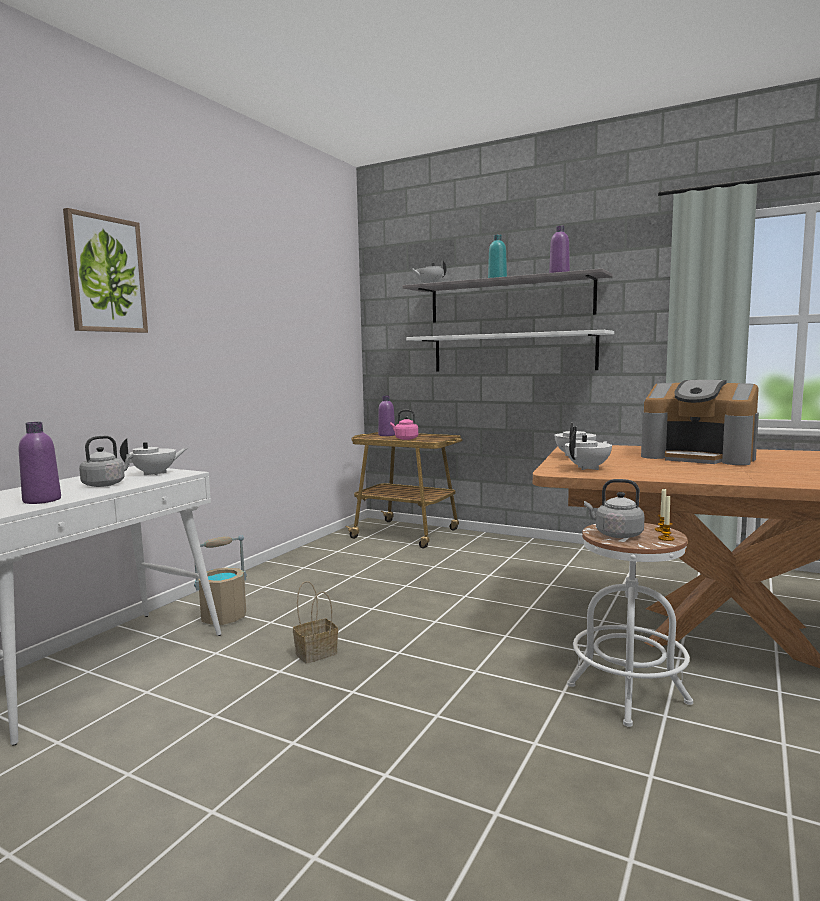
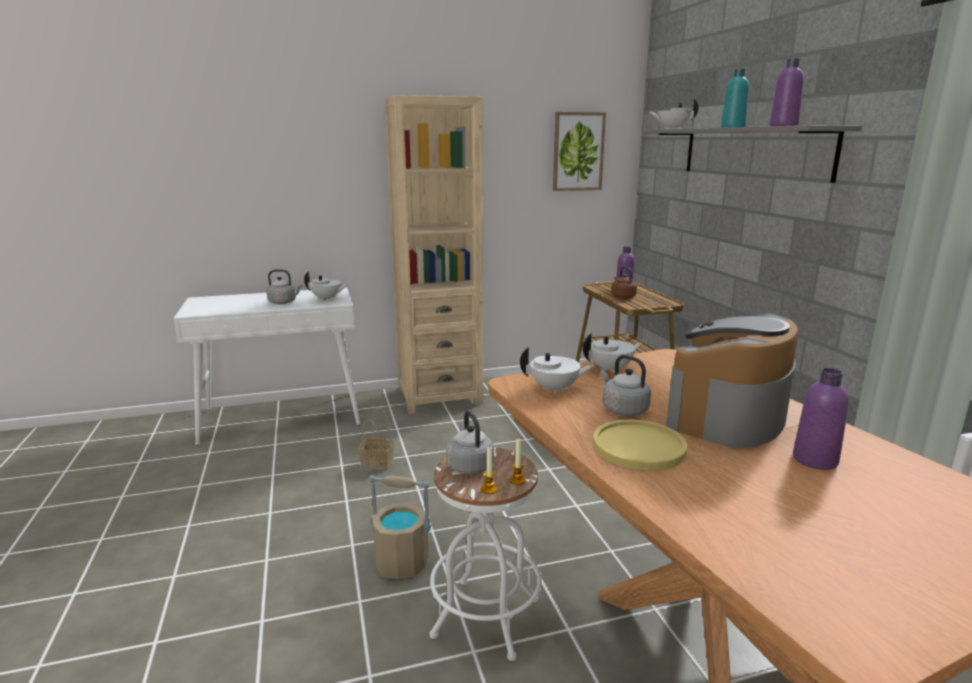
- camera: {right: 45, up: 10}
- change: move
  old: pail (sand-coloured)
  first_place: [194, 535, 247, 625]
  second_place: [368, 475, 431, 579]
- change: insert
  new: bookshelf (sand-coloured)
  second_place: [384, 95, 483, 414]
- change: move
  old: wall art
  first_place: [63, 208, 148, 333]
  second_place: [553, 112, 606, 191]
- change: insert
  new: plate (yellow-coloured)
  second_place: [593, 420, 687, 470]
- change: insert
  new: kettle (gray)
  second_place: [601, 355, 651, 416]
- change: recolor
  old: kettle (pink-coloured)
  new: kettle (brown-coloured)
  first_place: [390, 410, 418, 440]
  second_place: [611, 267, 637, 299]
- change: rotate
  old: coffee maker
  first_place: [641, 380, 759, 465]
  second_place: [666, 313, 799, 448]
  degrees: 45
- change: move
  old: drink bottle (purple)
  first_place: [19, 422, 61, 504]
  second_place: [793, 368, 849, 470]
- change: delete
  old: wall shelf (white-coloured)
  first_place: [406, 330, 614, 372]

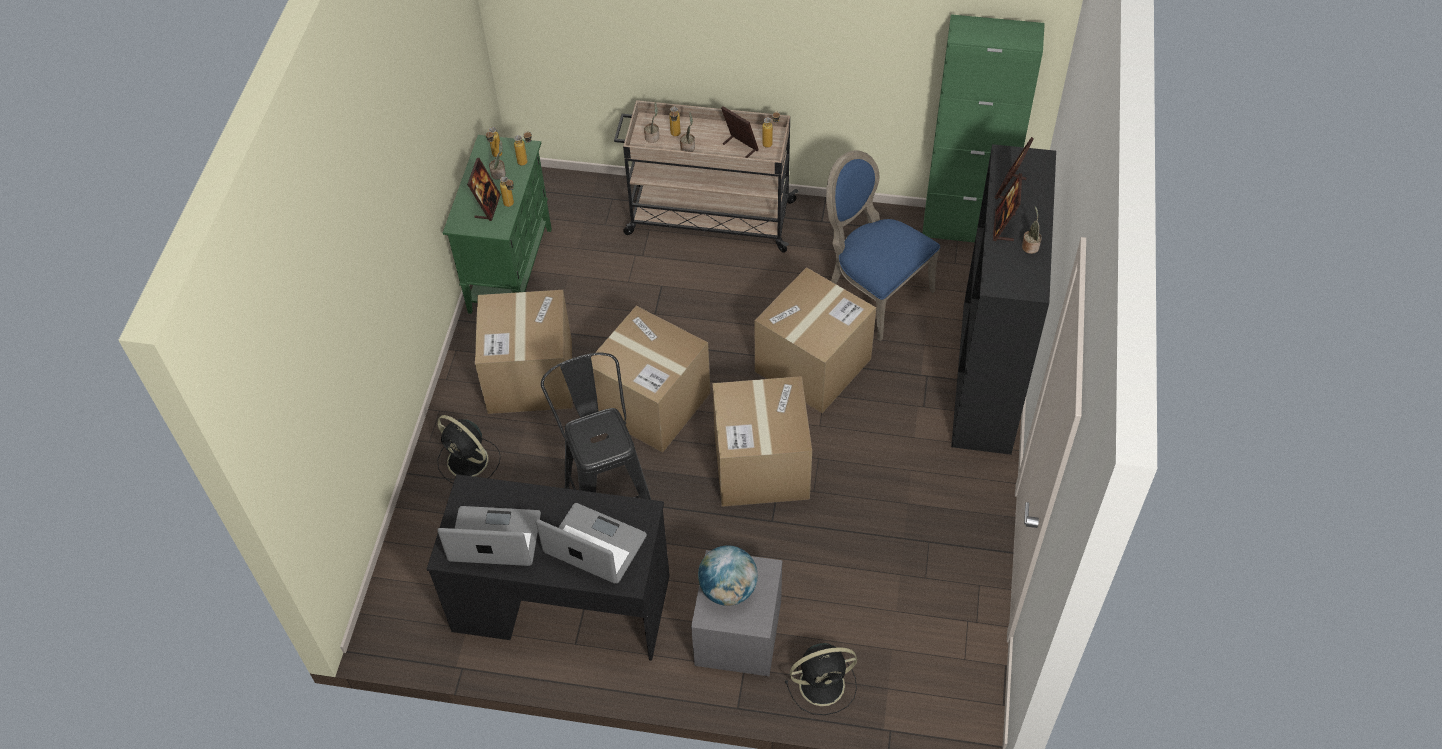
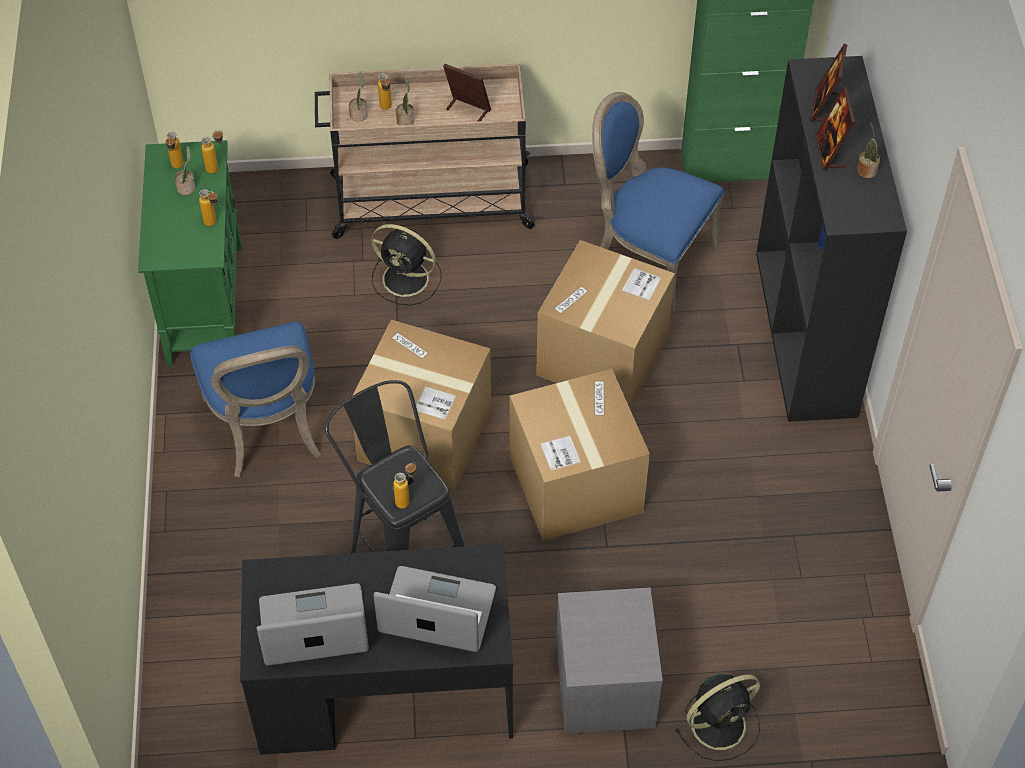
- camera: {right: -15, up: 0}
- change: replace
  old: cardboard box
  new: upright chair (bluish)
  first_place: [475, 290, 572, 414]
  second_place: [190, 322, 321, 477]
- change: move
  old: fan (black-coloured)
  first_place: [437, 415, 501, 484]
  second_place: [372, 224, 442, 306]
- change: move
  old: drink bottle
  first_place: [762, 111, 780, 148]
  second_place: [393, 463, 416, 509]
- change: delete
  old: picture frame
  first_place: [467, 158, 501, 221]
- change: delete
  old: world globe
  first_place: [698, 545, 758, 606]

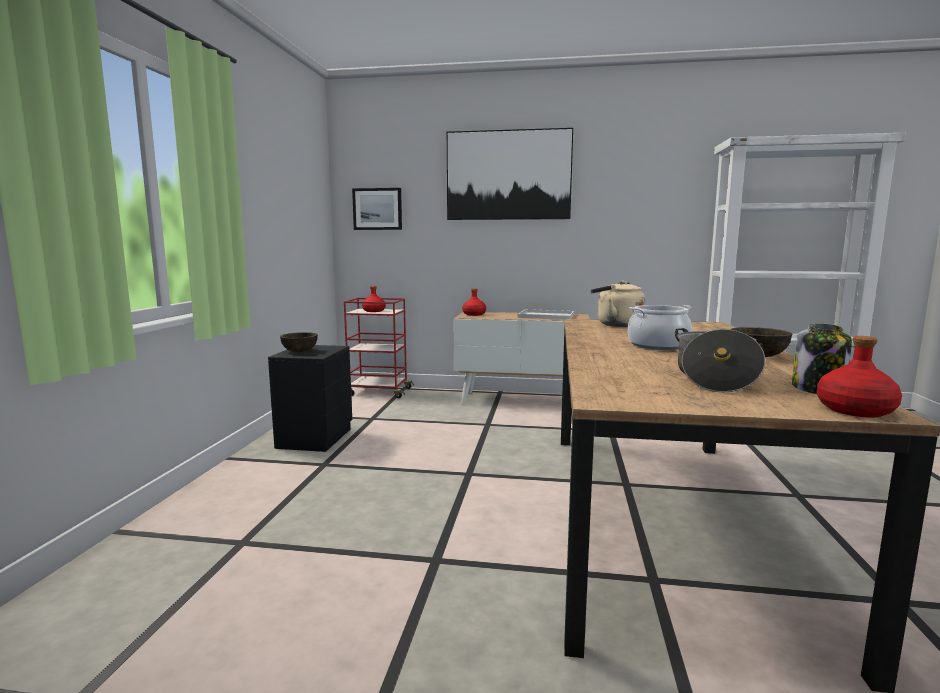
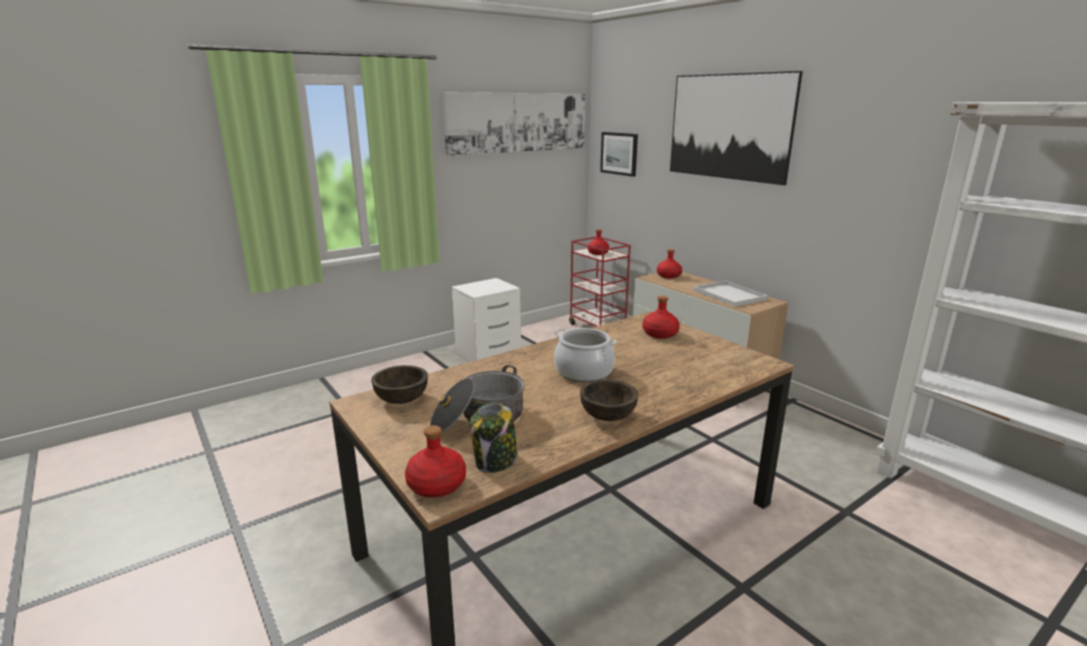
- camera: {right: 45, up: 10}
- change: move
  old: bowl (brown-coloured)
  first_place: [280, 332, 318, 352]
  second_place: [371, 365, 428, 404]
- change: insert
  new: wall art
  second_place: [442, 93, 585, 156]
- change: recolor
  old: bedside table (black-coloured)
  new: bedside table (white-coloured)
  first_place: [268, 345, 352, 452]
  second_place: [452, 278, 521, 362]
- change: replace
  old: kettle (sand-coloured)
  new: drink bottle (red-coloured)
  first_place: [591, 281, 645, 327]
  second_place: [642, 296, 680, 339]

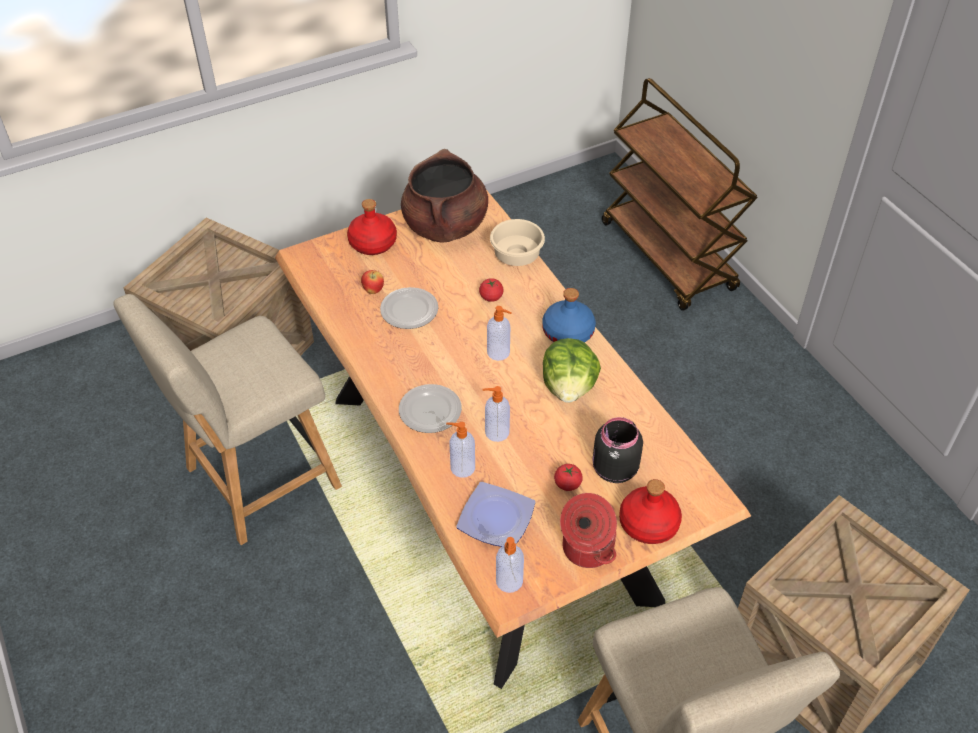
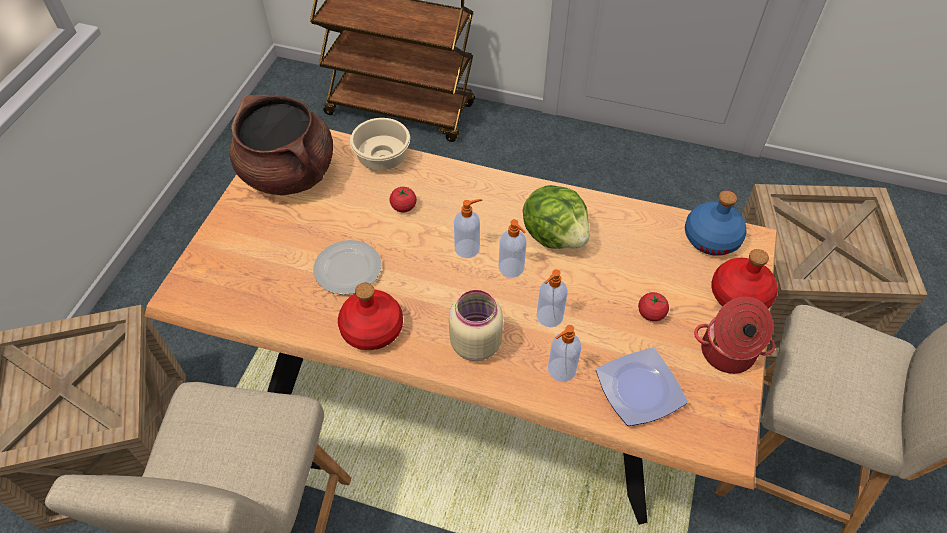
- camera: {right: -45, up: 5}
- change: move
  old: drink bottle (red-coloured)
  first_place: [347, 199, 397, 255]
  second_place: [338, 283, 403, 350]
- change: replace
  old: plate
  new: jar (sand-coloured)
  first_place: [399, 384, 462, 433]
  second_place: [449, 290, 503, 361]
- change: move
  old: soap bottle
  first_place: [496, 537, 524, 593]
  second_place: [499, 219, 527, 278]
- change: move
  old: drink bottle (bluish)
  first_place: [542, 288, 596, 342]
  second_place: [685, 191, 746, 256]
- change: delete
  old: apple
  first_place: [361, 270, 384, 294]
- change: delete
  old: jar (black-coloured)
  first_place: [592, 417, 643, 483]

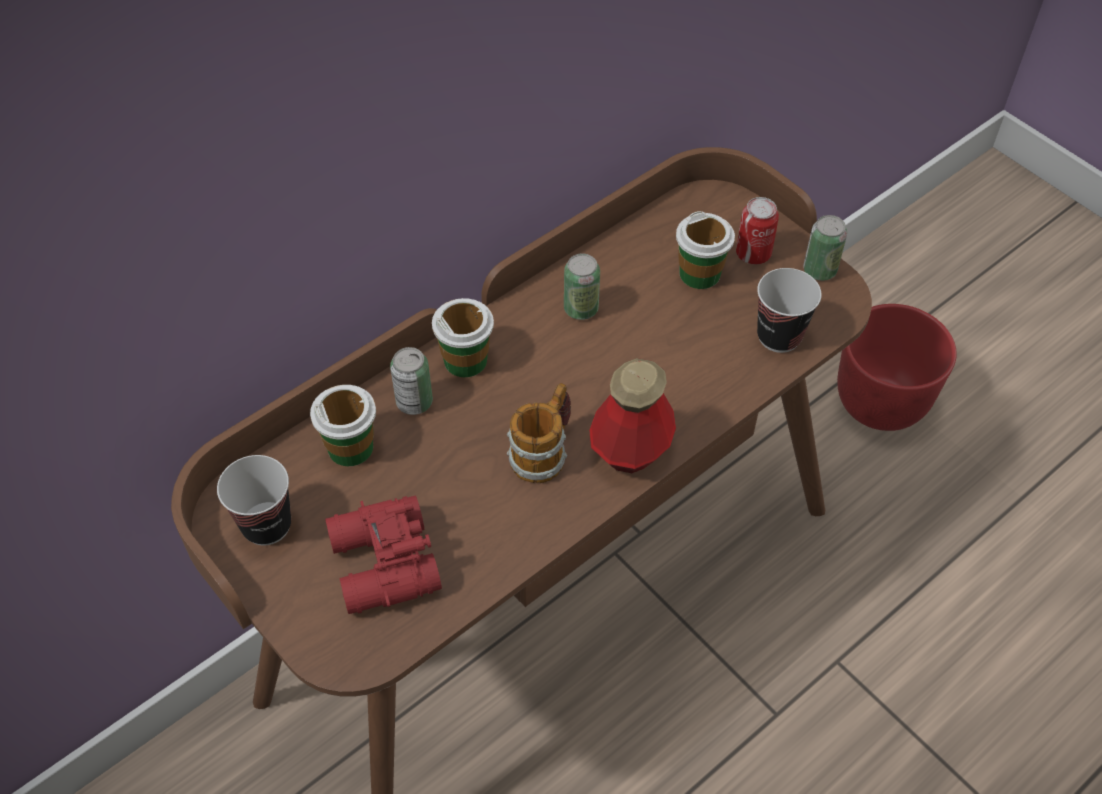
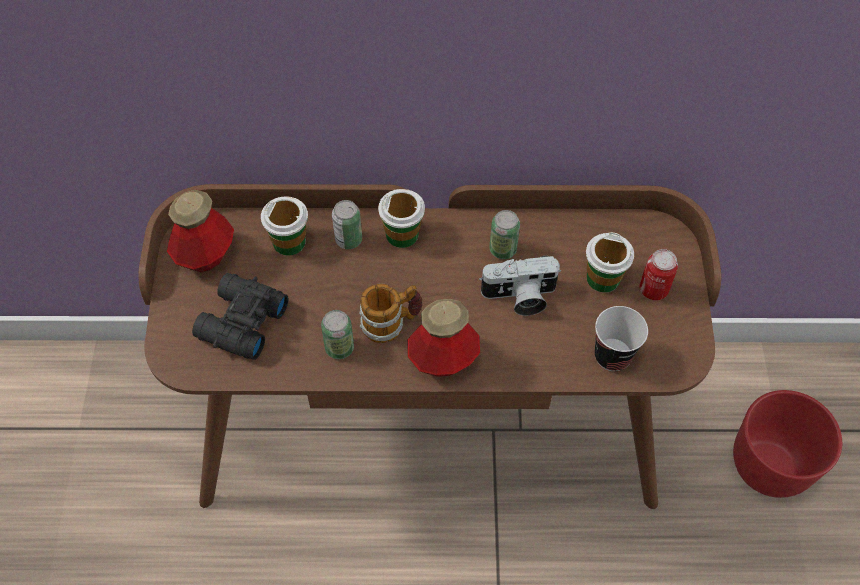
- camera: {right: 40, up: 5}
- change: replace
  old: small cup
  new: drink bottle
  first_place: [217, 455, 291, 546]
  second_place: [167, 189, 234, 272]
- change: recolor
  old: pair of binoculars (red-coloured)
  new: pair of binoculars (black-coloured)
  first_place: [325, 495, 442, 614]
  second_place: [192, 273, 288, 360]
- change: move
  old: sealed can
  first_place: [803, 215, 847, 281]
  second_place: [321, 310, 354, 359]
- change: insert
  new: photo camera
  second_place: [479, 255, 561, 316]

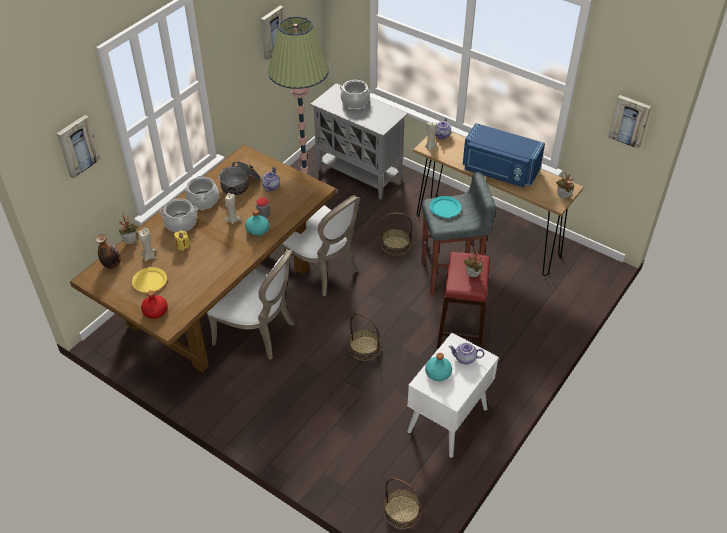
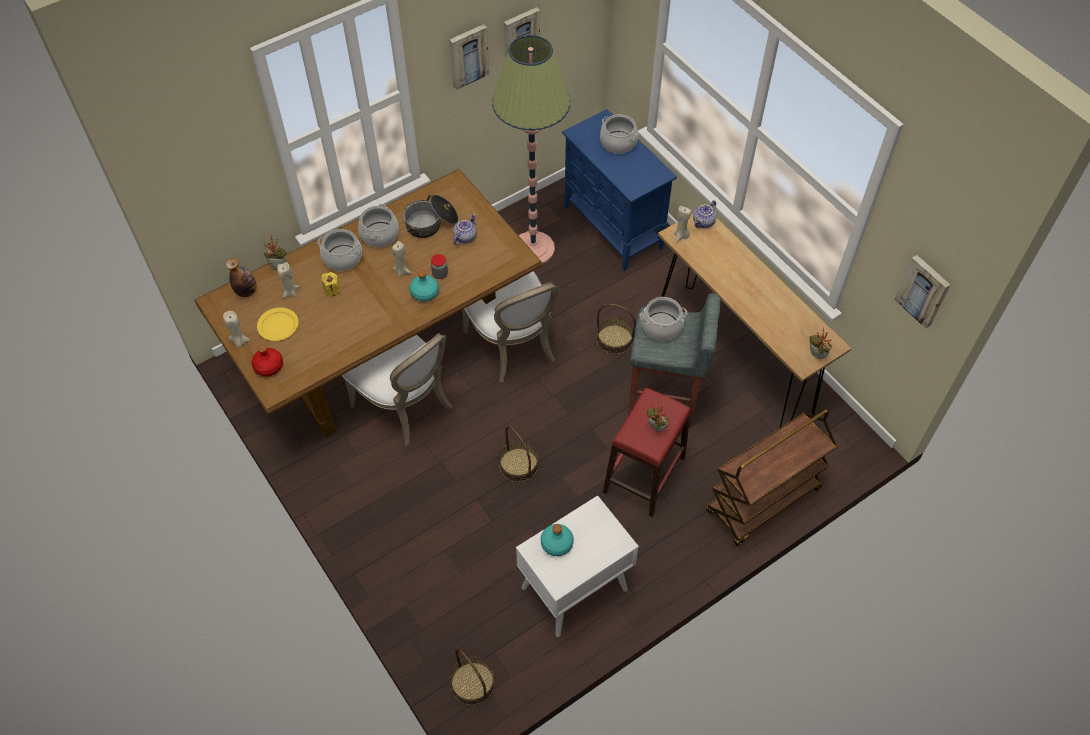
- camera: {right: 20, up: 10}
- change: insert
  new: wax light (sand-coloured)
  second_place: [223, 311, 250, 347]
- change: move
  old: wall art
  first_place: [57, 115, 100, 178]
  second_place: [449, 24, 489, 90]
- change: recolor
  old: cupboard (gray)
  new: cupboard (bluish)
  first_place: [310, 83, 408, 200]
  second_place: [562, 109, 677, 271]
- change: replace
  old: plate (turquoise)
  new: cooking pot
  first_place: [430, 196, 461, 218]
  second_place: [640, 297, 687, 341]
- change: insert
  new: wheeled cart (brown-coloured)
  second_place: [706, 409, 837, 546]
- change: delete
  old: pot for tea
  first_place: [449, 343, 484, 364]
- change: delete
  old: microwave oven (bluish)
  first_place: [463, 123, 545, 188]

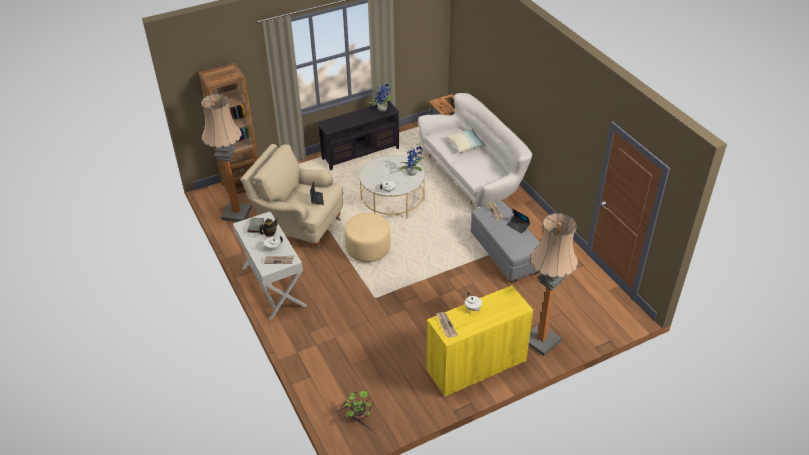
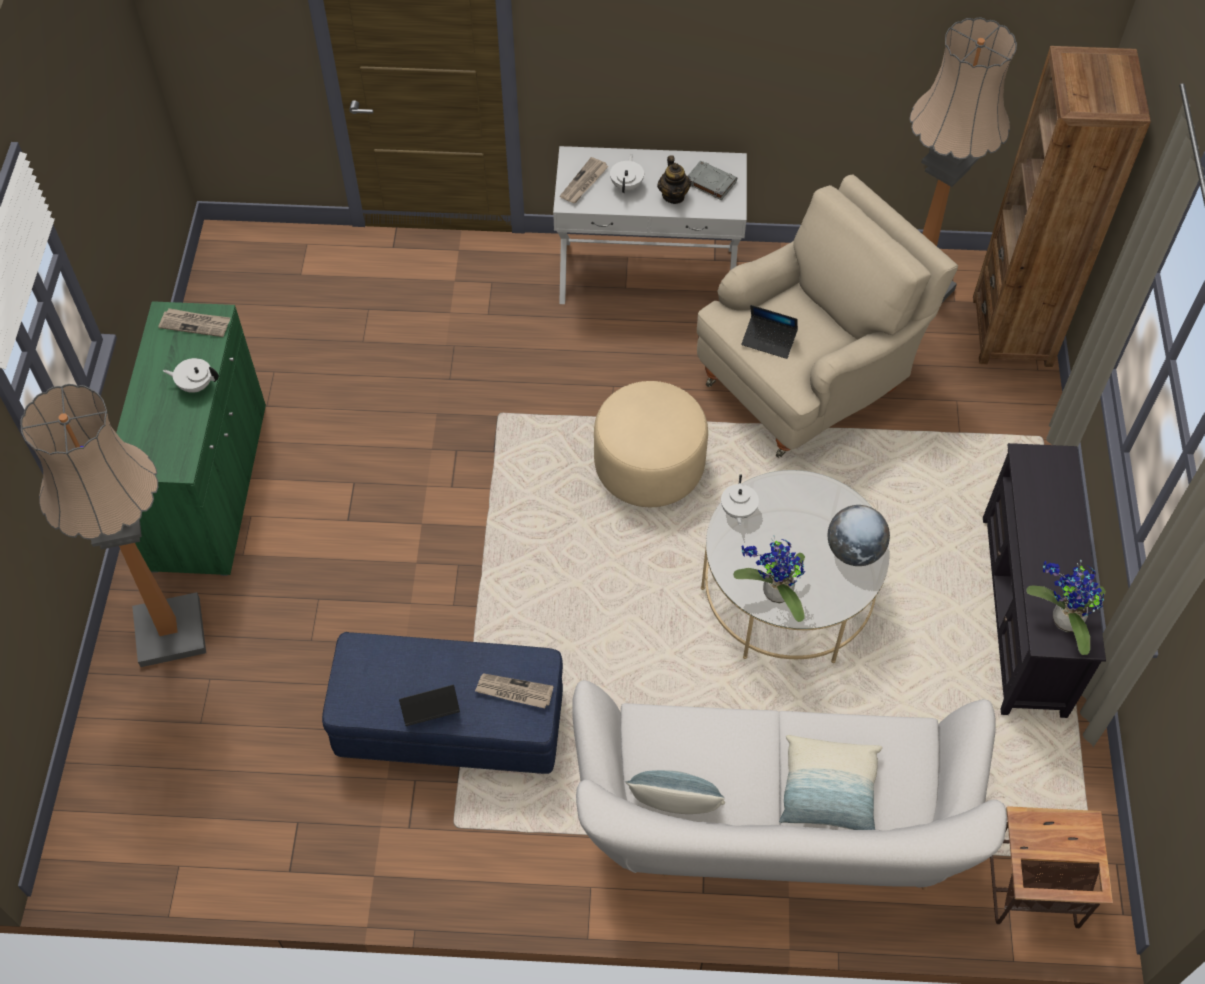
- camera: {right: 120, up: 15}
- change: recolor
  old: cupboard (yellow-coloured)
  new: cupboard (green)
  first_place: [426, 285, 533, 397]
  second_place: [116, 301, 266, 576]
- change: recolor
  old: footrest (gray)
  new: footrest (bluish)
  first_place: [471, 201, 540, 283]
  second_place: [322, 632, 563, 774]
- change: insert
  new: pillow
  second_place: [625, 770, 725, 814]
- change: insert
  new: world globe
  second_place: [828, 505, 890, 566]
- change: delete
  old: potted plant
  first_place: [339, 391, 374, 432]

